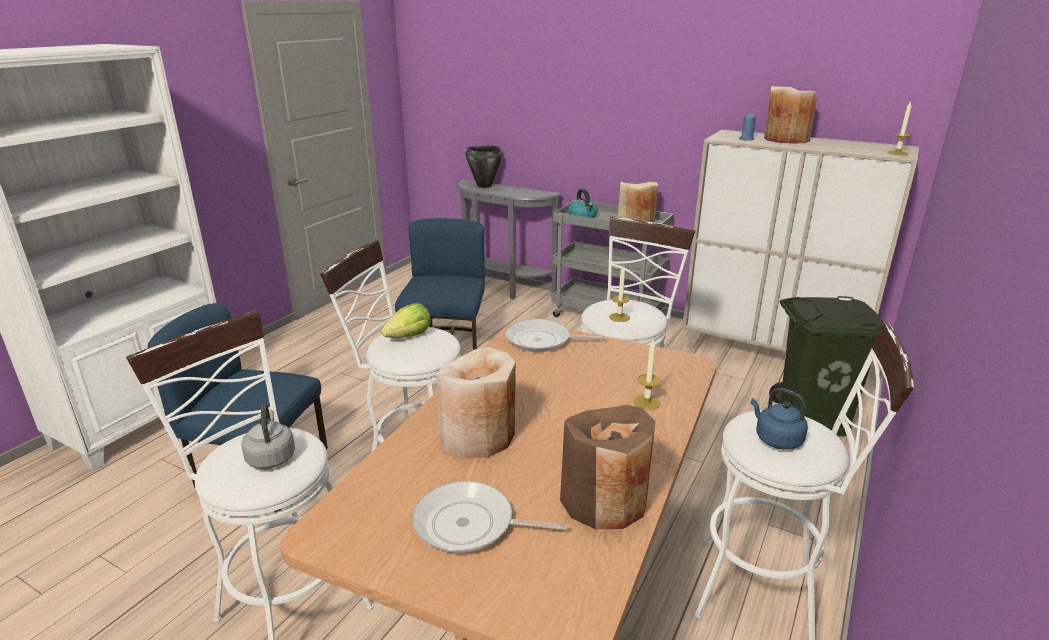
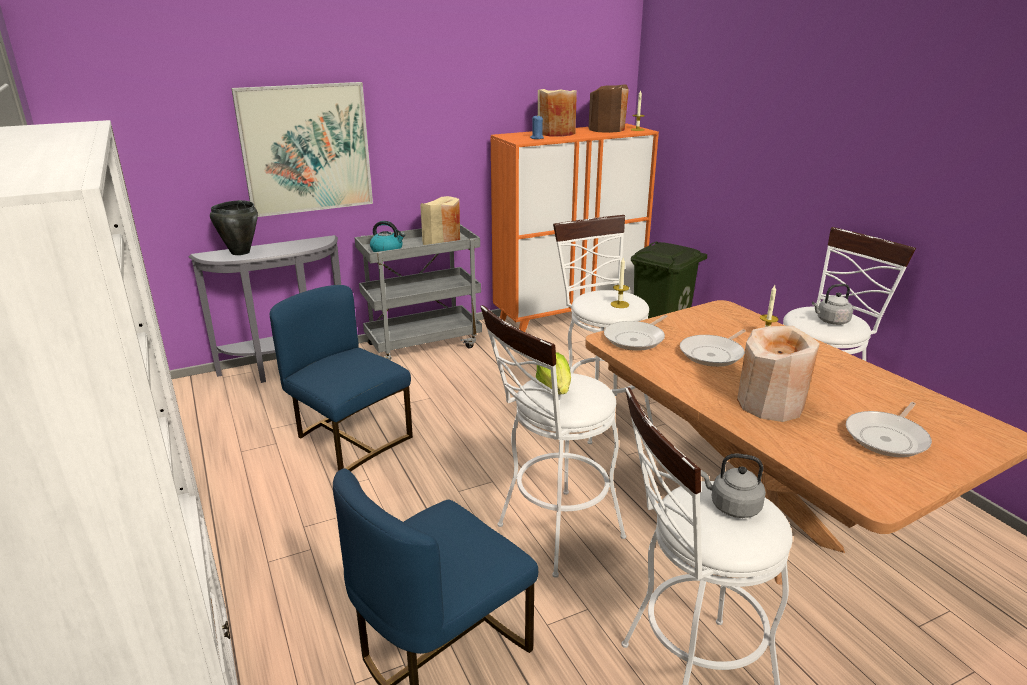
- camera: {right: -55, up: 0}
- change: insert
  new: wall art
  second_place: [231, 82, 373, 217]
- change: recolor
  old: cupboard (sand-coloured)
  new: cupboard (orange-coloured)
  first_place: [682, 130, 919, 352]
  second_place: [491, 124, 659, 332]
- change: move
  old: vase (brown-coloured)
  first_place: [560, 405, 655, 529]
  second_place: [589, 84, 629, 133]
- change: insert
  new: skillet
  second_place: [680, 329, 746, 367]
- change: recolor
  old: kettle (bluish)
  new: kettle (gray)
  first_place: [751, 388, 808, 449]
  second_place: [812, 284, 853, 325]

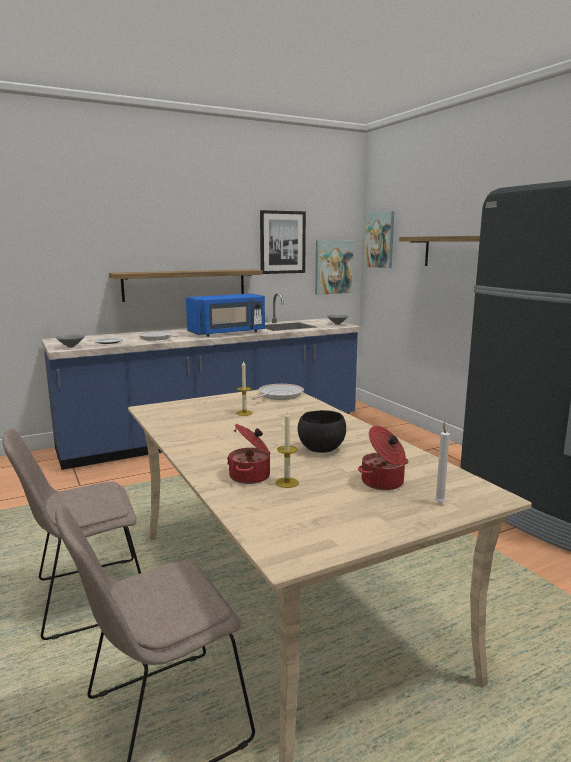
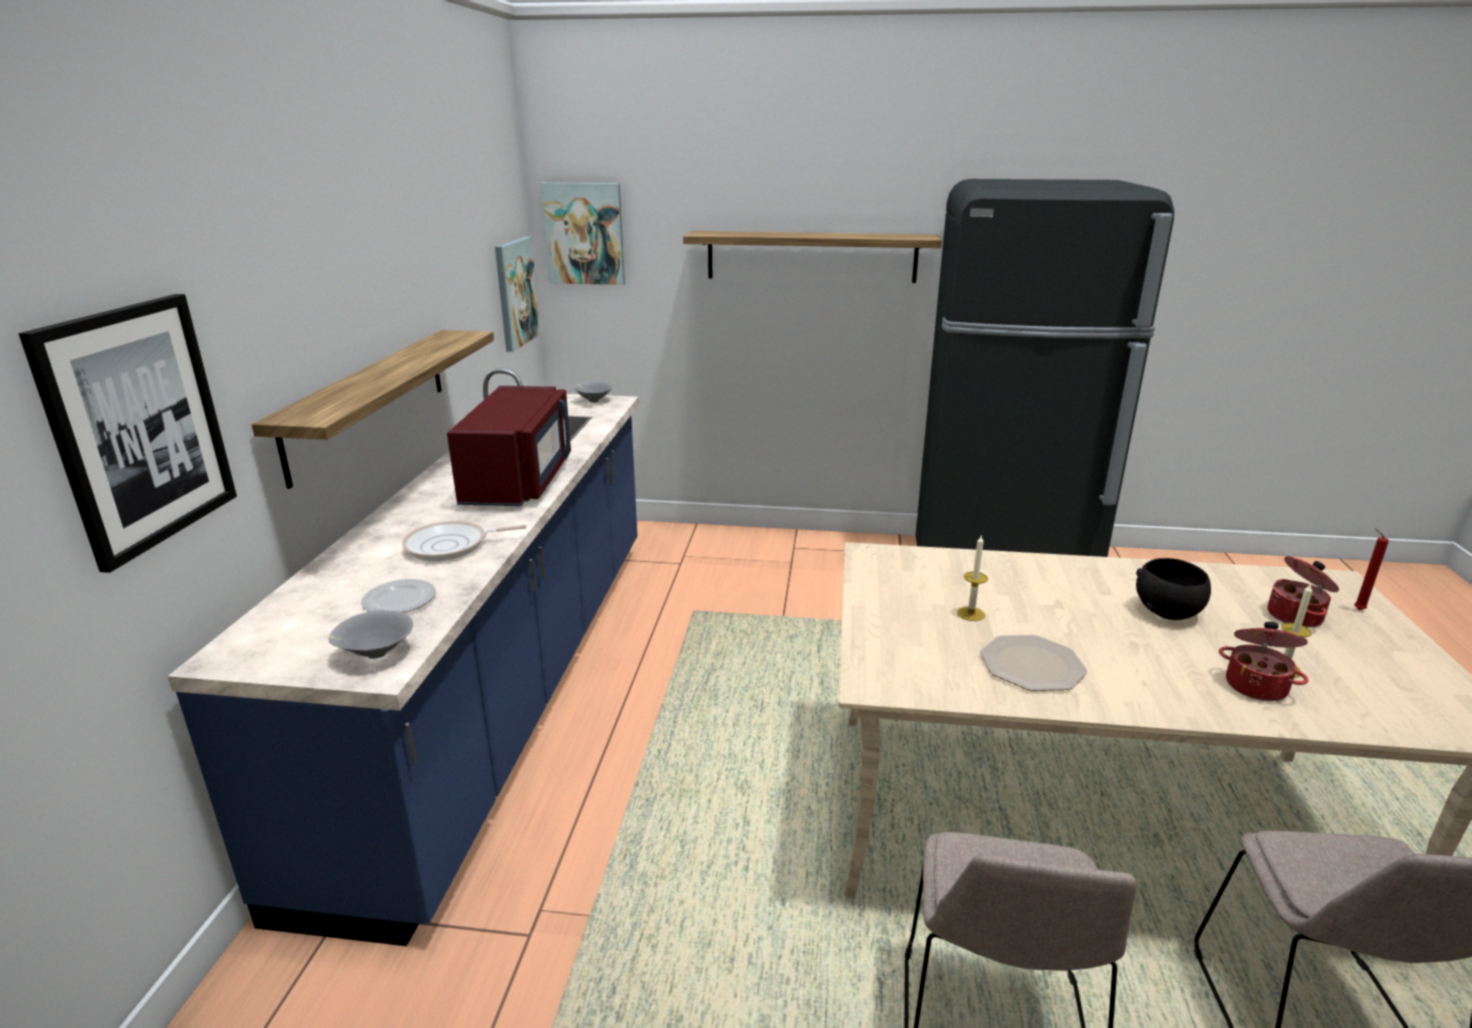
- camera: {right: -55, up: 10}
- change: move
  old: wall art
  first_place: [260, 210, 306, 274]
  second_place: [19, 294, 237, 573]
- change: recolor
  old: microwave oven (bluish)
  new: microwave oven (red-coloured)
  first_place: [186, 294, 265, 337]
  second_place: [447, 386, 571, 506]
- change: insert
  new: plate
  second_place: [980, 635, 1087, 691]
- change: recolor
  old: wax light (white-coloured)
  new: wax light (red-coloured)
  first_place: [435, 423, 450, 504]
  second_place: [1354, 528, 1389, 610]
- change: delete
  old: skillet
  first_place: [252, 384, 304, 400]

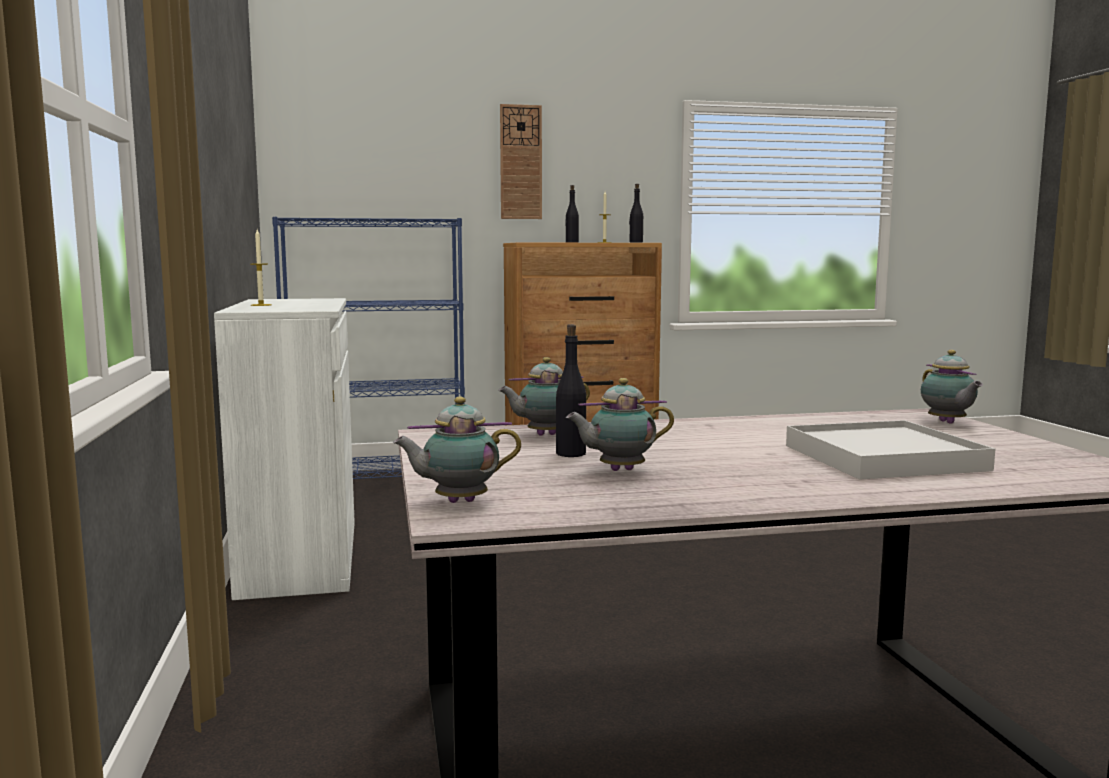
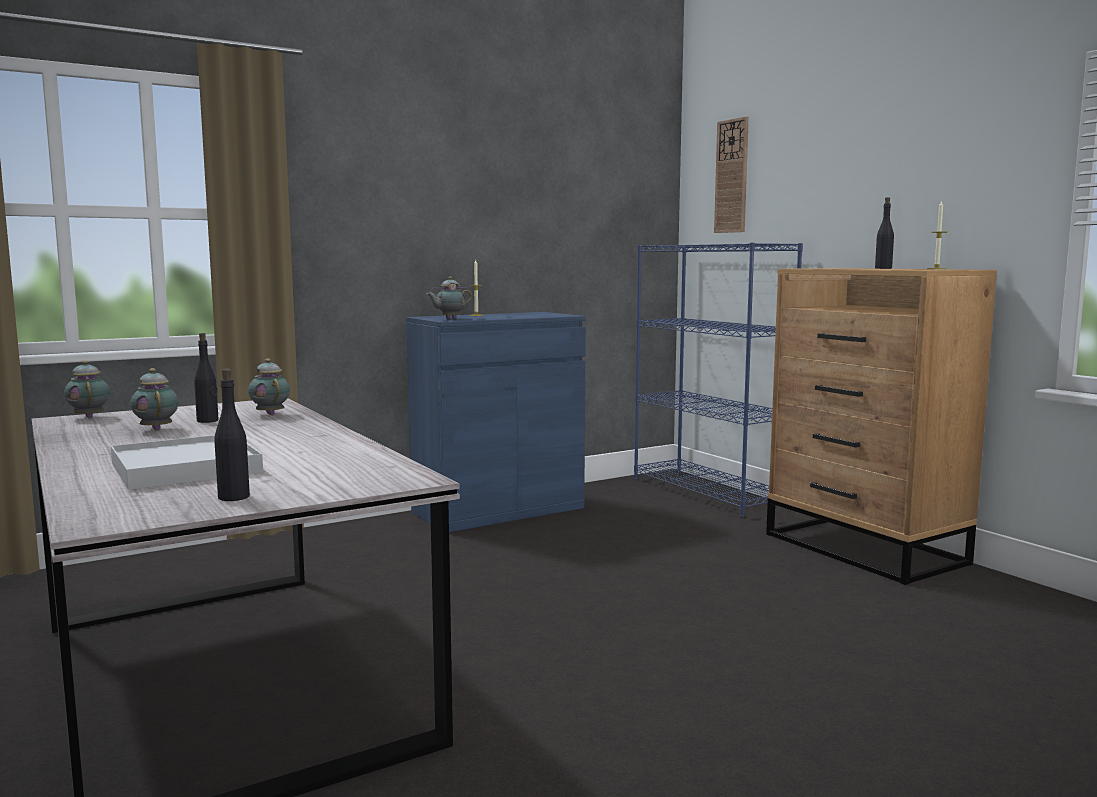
- camera: {right: 70, up: 0}
- change: move
  old: drink bottle (black-coloured)
  first_place: [629, 184, 643, 243]
  second_place: [214, 369, 250, 501]
- change: recolor
  old: cupboard (white-coloured)
  new: cupboard (bluish)
  first_place: [214, 298, 355, 600]
  second_place: [406, 312, 586, 532]
- change: move
  old: pot for tea
  first_place: [921, 350, 983, 424]
  second_place: [427, 277, 472, 319]
- change: move
  old: clock on the wall
  first_place: [500, 104, 542, 219]
  second_place: [714, 116, 749, 233]

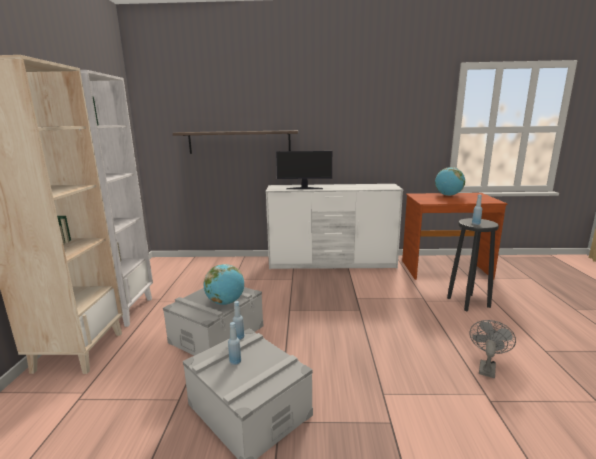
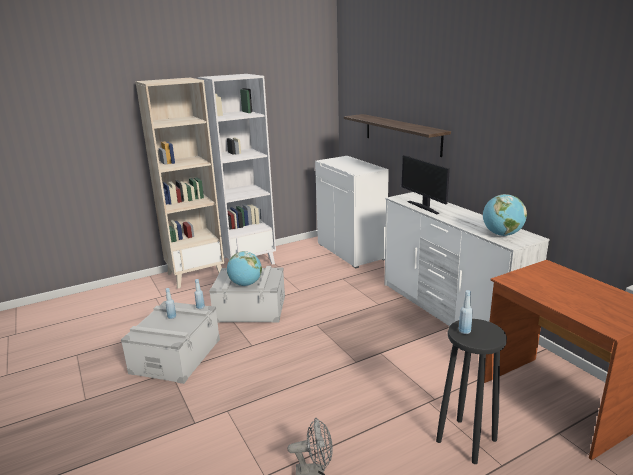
- camera: {right: 60, up: 5}
- change: insert
  new: cupboard (white-coloured)
  second_place: [315, 156, 389, 268]
- change: move
  old: world globe
  first_place: [435, 167, 465, 196]
  second_place: [483, 194, 527, 236]

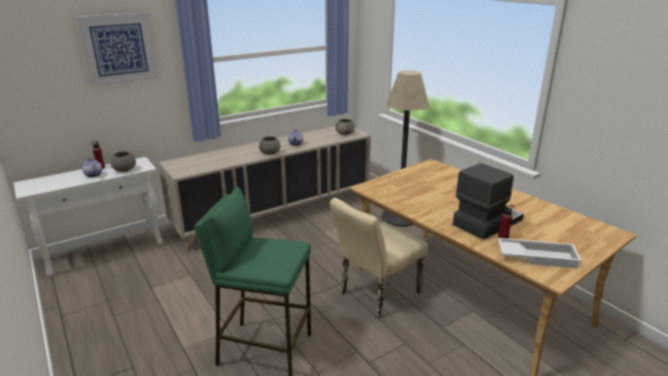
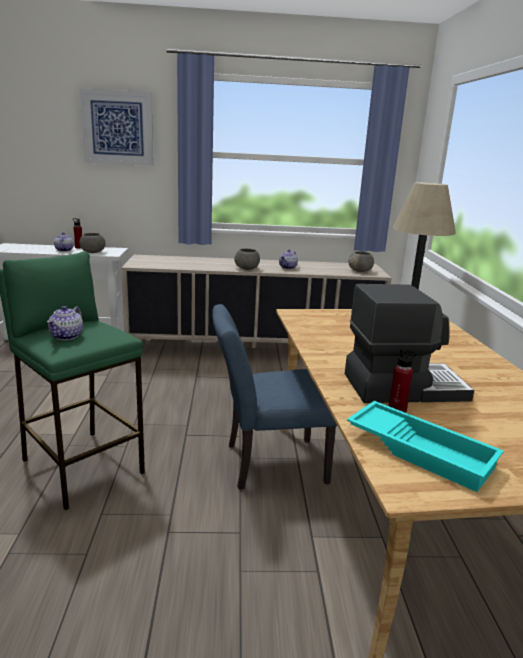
- camera: {right: 30, up: -5}
- change: insert
  new: pot for tea
  second_place: [47, 306, 83, 340]
- change: recolor
  old: upright chair (sand-coloured)
  new: upright chair (bluish)
  first_place: [330, 198, 428, 319]
  second_place: [212, 304, 337, 490]
- change: recolor
  old: carrying tray (white-coloured)
  new: carrying tray (turquoise)
  first_place: [498, 238, 582, 268]
  second_place: [347, 401, 504, 492]

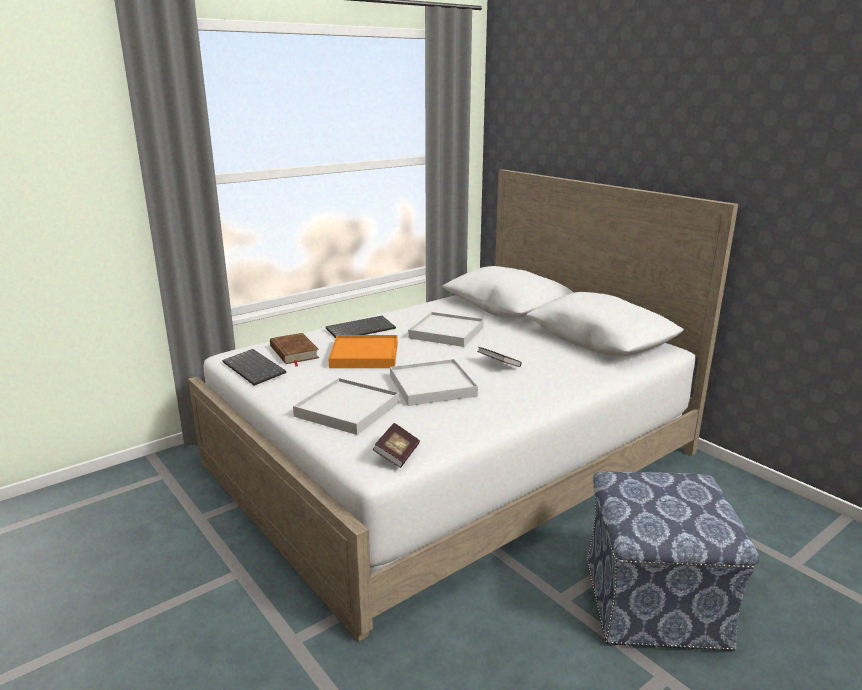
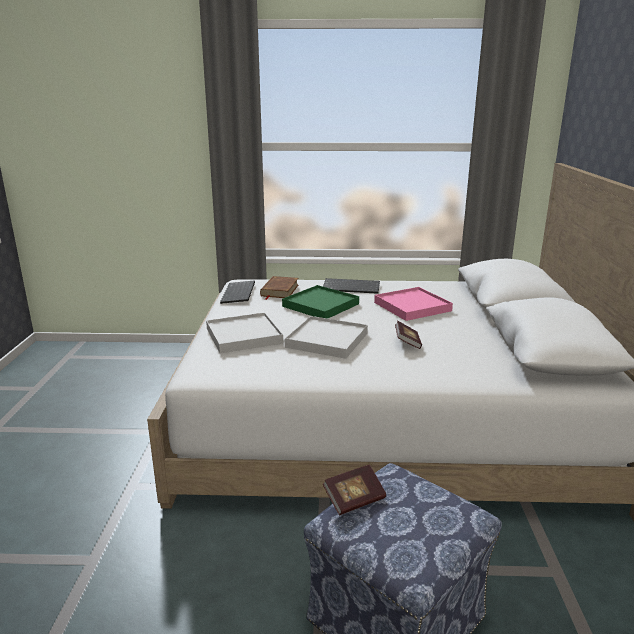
- camera: {right: 40, up: 0}
- change: recolor
  old: carrying tray (orange-coloured)
  new: carrying tray (green)
  first_place: [328, 335, 398, 368]
  second_place: [282, 285, 359, 319]
- change: move
  old: book
  first_place: [373, 423, 420, 468]
  second_place: [323, 465, 386, 515]
- change: recolor
  old: carrying tray (white-coloured)
  new: carrying tray (pink-coloured)
  first_place: [408, 312, 484, 347]
  second_place: [374, 287, 453, 321]

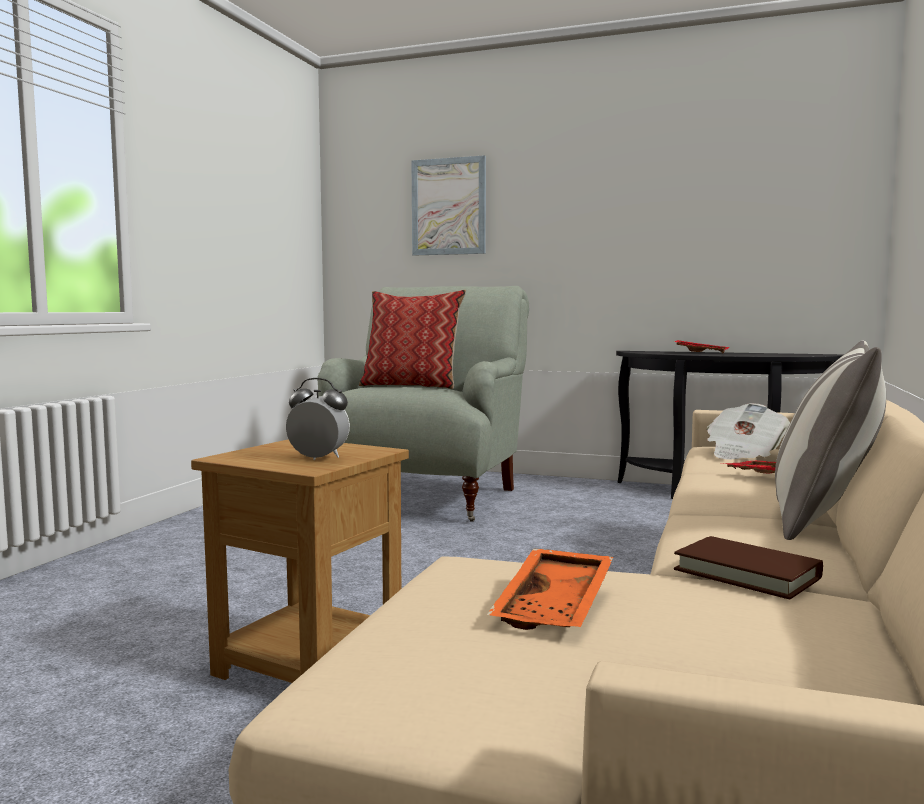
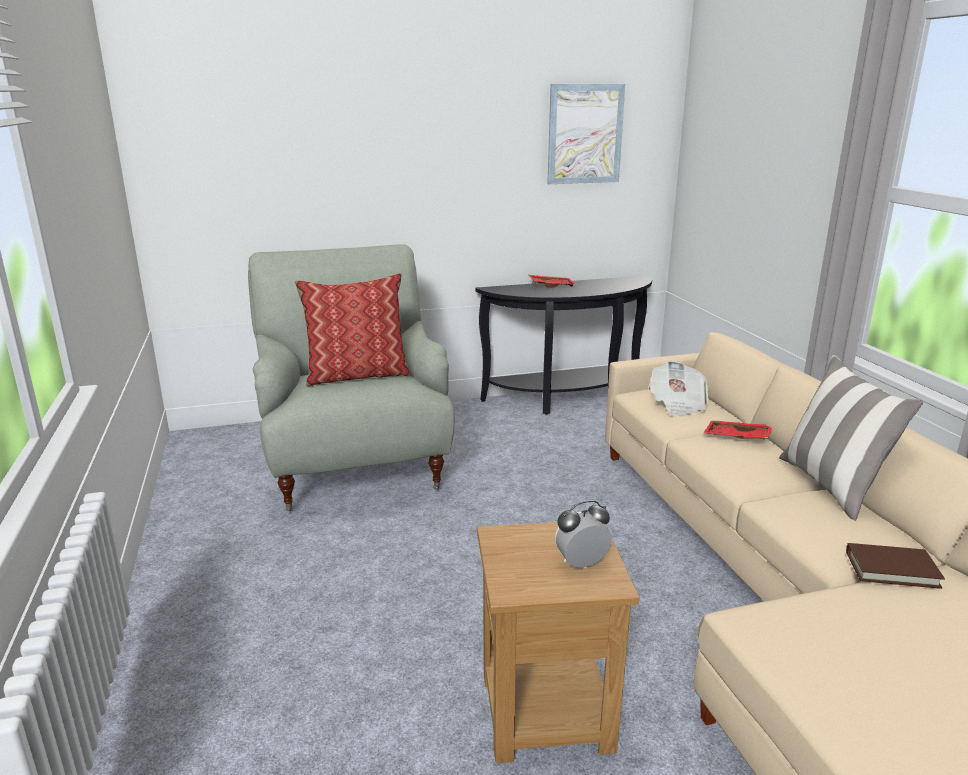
- camera: {right: -35, up: 15}
- change: move
  old: wall art
  first_place: [412, 155, 486, 256]
  second_place: [547, 84, 625, 184]
- change: delete
  old: carrying tray (orange-coloured)
  first_place: [487, 548, 614, 630]

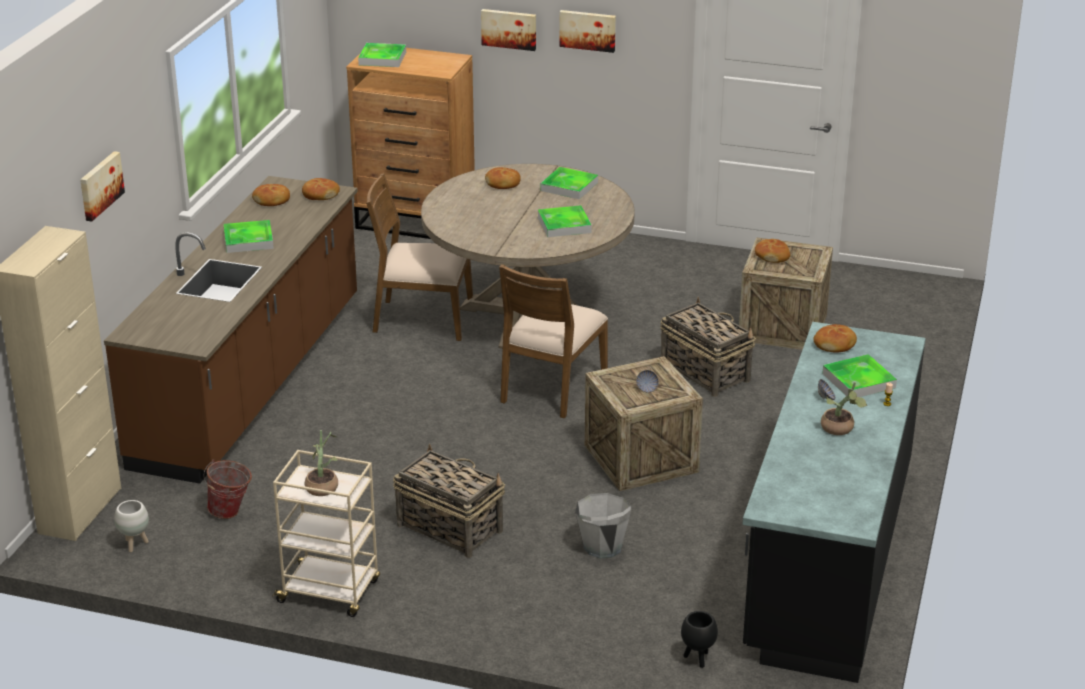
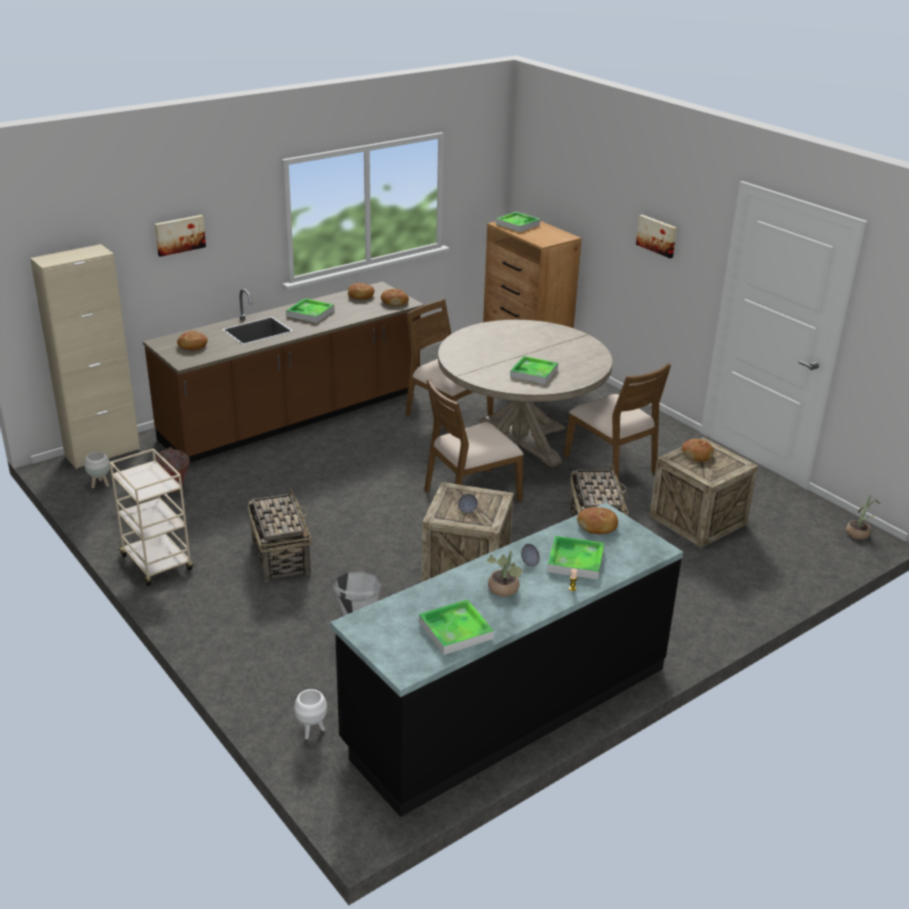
- camera: {right: 35, up: 0}
- change: move
  old: baked bread
  first_place: [485, 167, 521, 189]
  second_place: [177, 331, 208, 350]
- change: recolor
  old: plant pot (black-coloured)
  new: plant pot (white-coloured)
  first_place: [681, 611, 718, 668]
  second_place: [294, 689, 327, 740]
- change: move
  old: carrying tray
  first_place: [541, 167, 598, 199]
  second_place: [419, 599, 494, 655]
- change: insert
  new: upright chair (brown-coloured)
  second_place: [564, 363, 671, 482]
- change: move
  old: potted plant
  first_place: [305, 430, 338, 496]
  second_place: [846, 495, 880, 540]
- change: delete
  old: wall art
  first_place: [481, 9, 536, 51]

